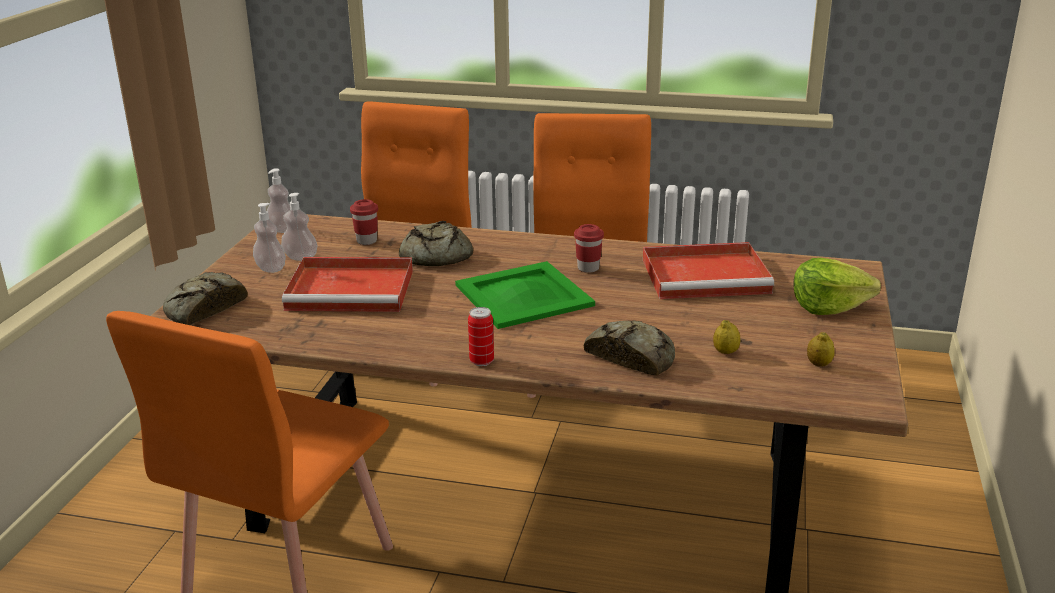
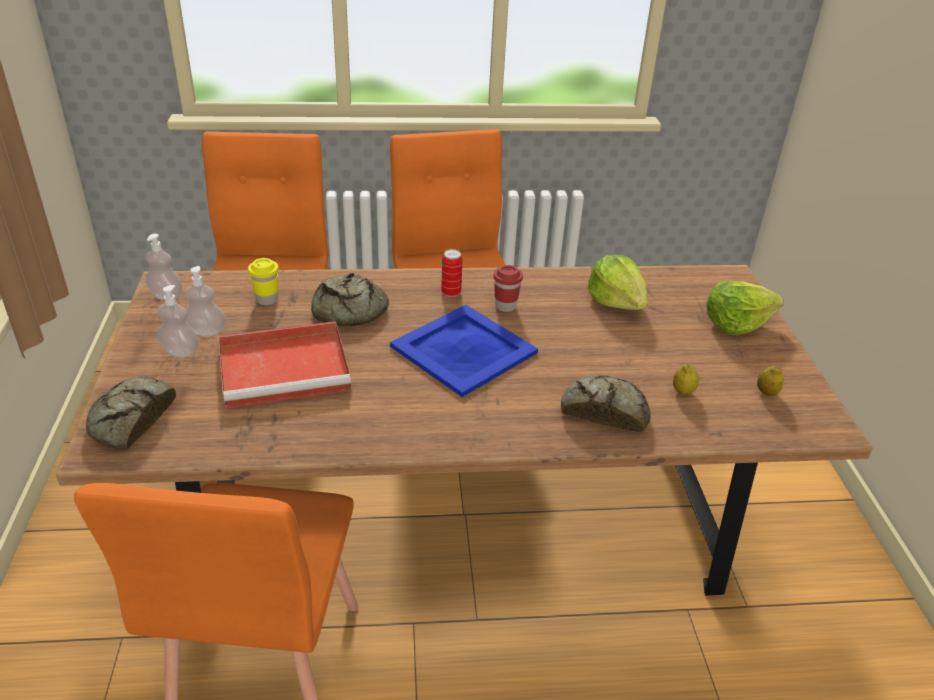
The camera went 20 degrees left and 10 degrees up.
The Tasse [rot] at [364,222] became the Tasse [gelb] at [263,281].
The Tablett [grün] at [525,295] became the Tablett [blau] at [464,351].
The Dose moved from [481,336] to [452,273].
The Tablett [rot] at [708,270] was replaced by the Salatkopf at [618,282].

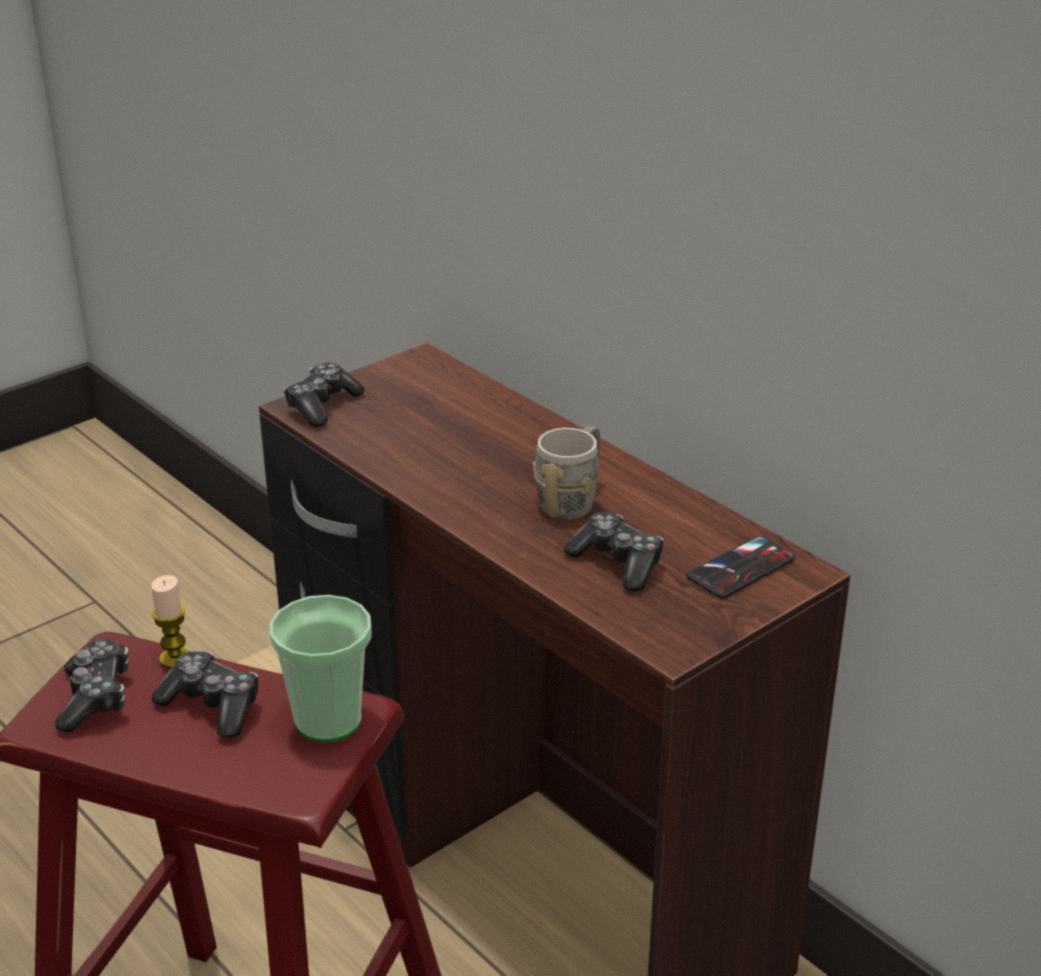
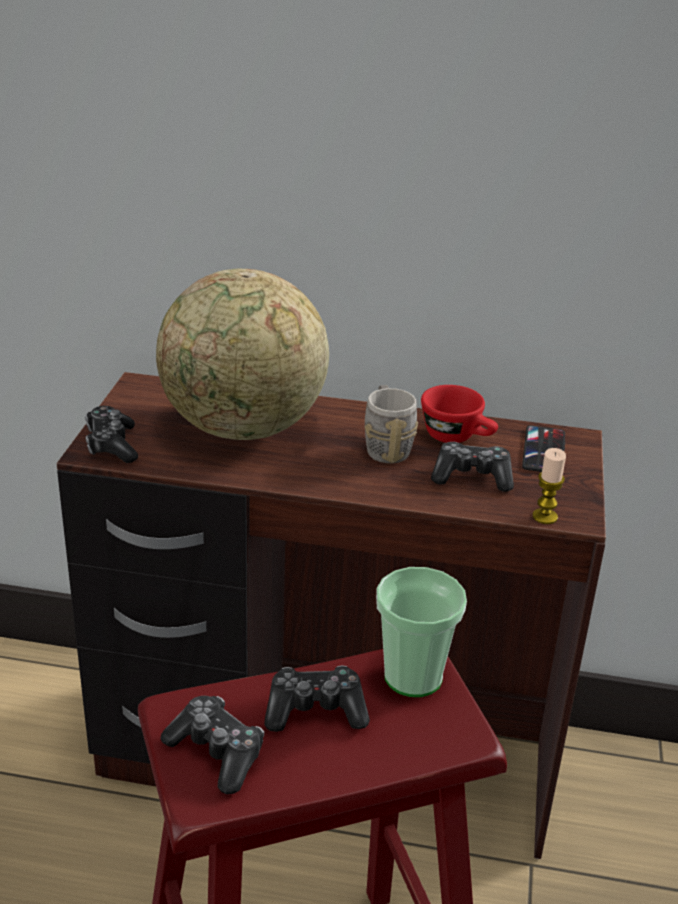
The camera went 40 degrees left and 0 degrees up.
The Kerze moved from [170,622] to [549,486].
The Globus at [242,354] appeared.
The Tasse [rot] at [459,414] appeared.

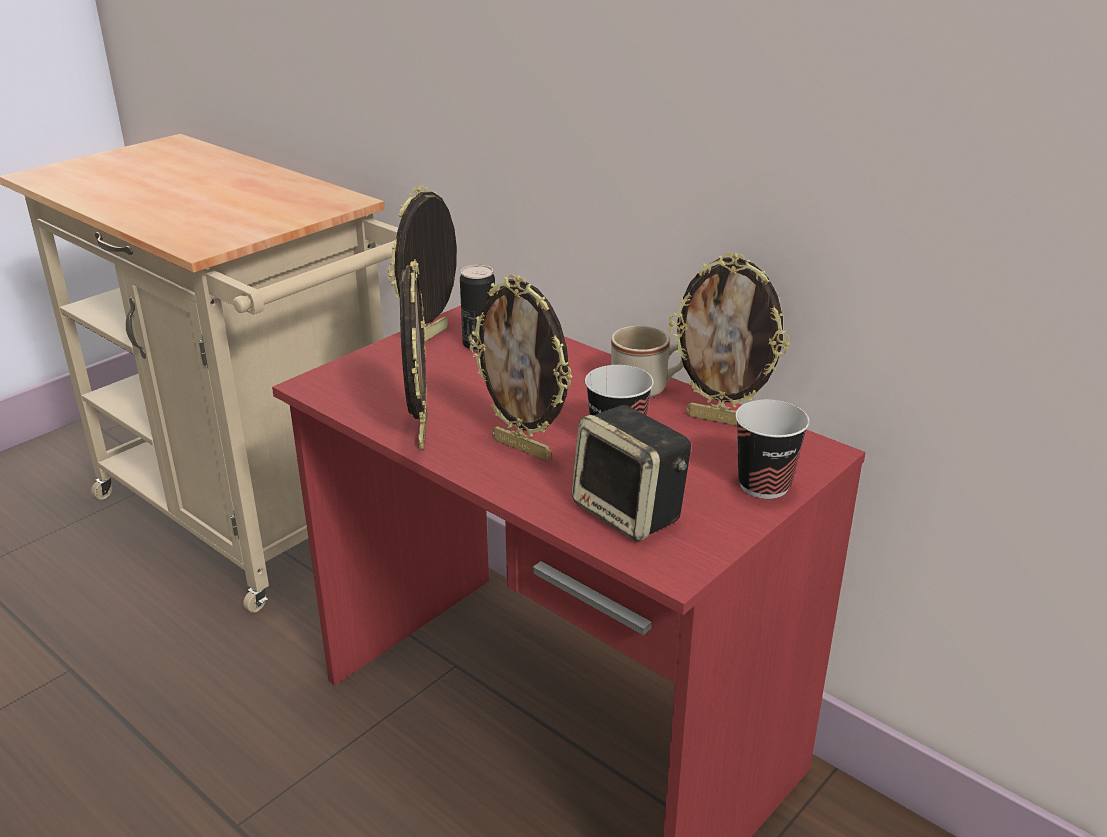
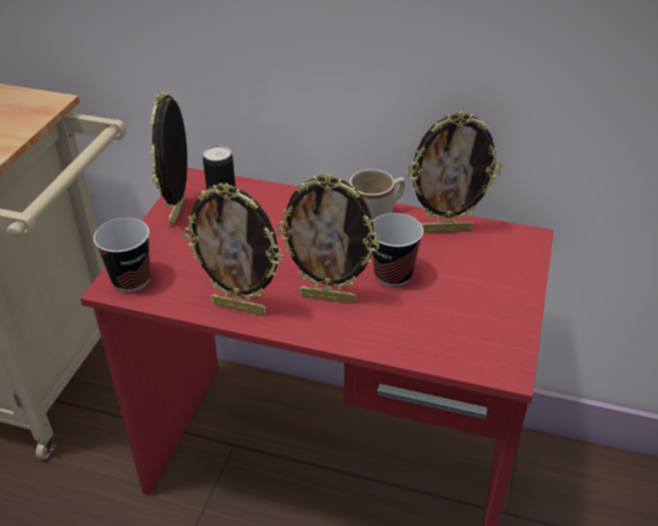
The camera went 25 degrees left and 10 degrees up.
The Bilderrahmen at [413,354] turned 135 degrees clockwise.
The Lautsprecher at [631,473] disappeared.
The Tasse moved from [772,449] to [122,255].

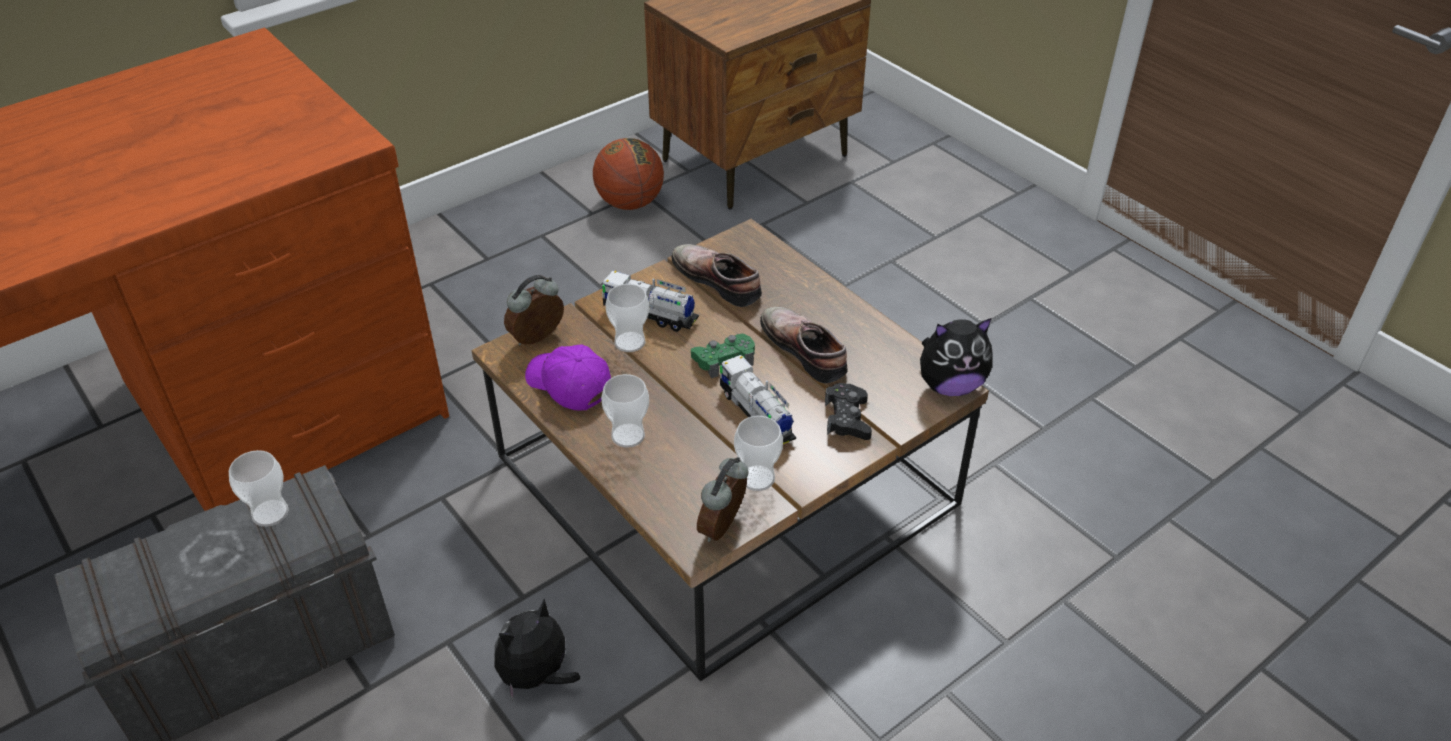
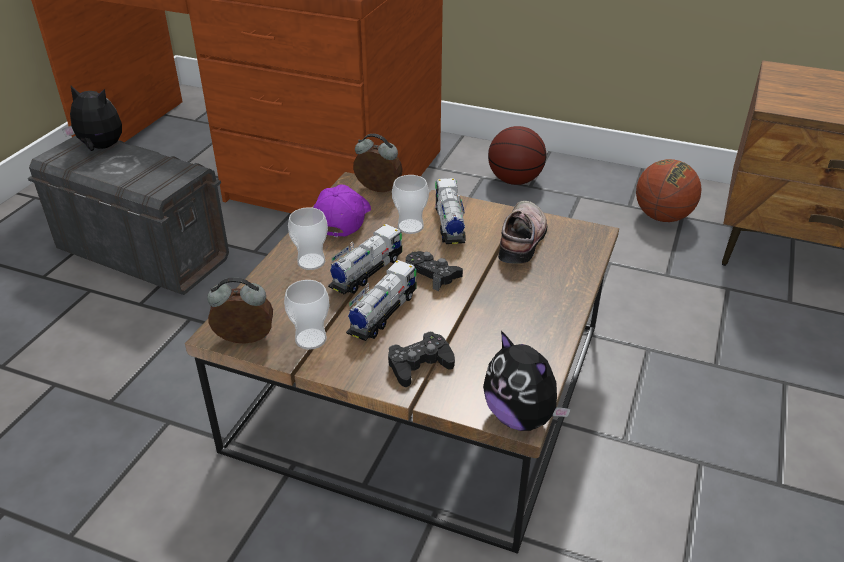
The camera went 60 degrees right and 5 degrees down.
The Tasse at [259,488] disappeared.
The Plüschtier moved from [537,650] to [92,118].
The Gamepad [grün] at [723,356] became the Gamepad [schwarz] at [434,271].
The Schuh at [804,345] disappeared.
The Spielzeuglaster at [365,259] appeared.
The Basketball at [517,155] appeared.

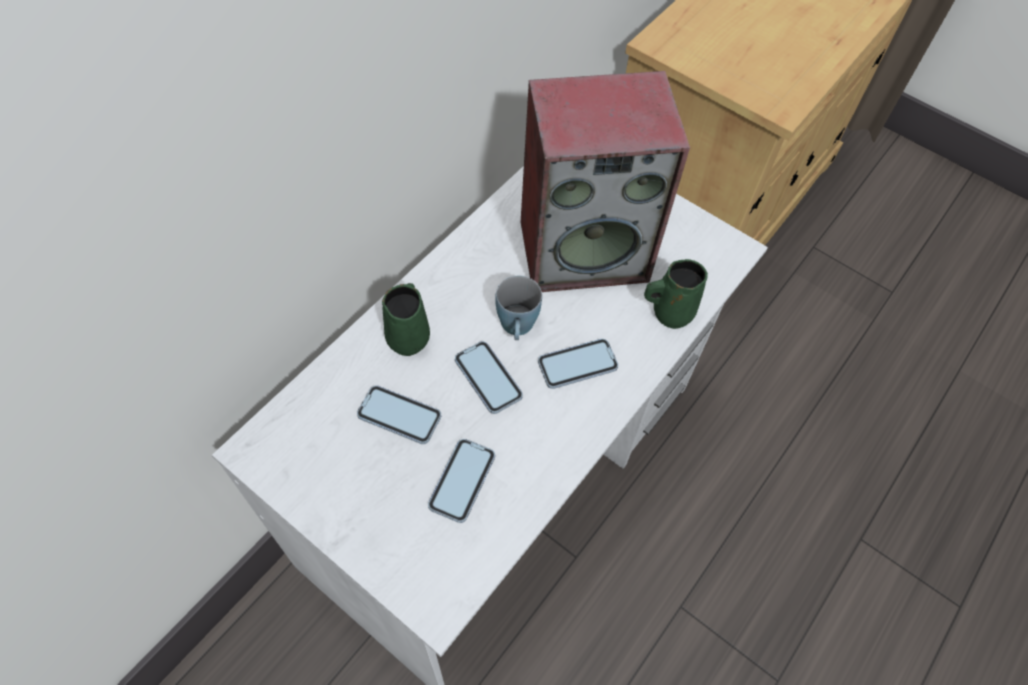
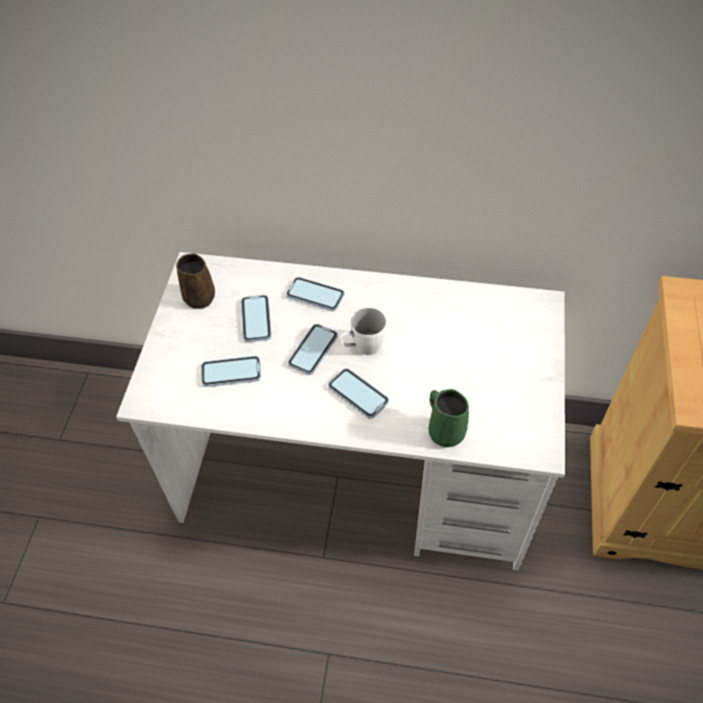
The camera went 65 degrees right and 5 degrees down.
The Henkelbecher [grün] at [406,319] was replaced by the Handy at [315,294].
The Henkelbecher [blau] at [518,308] became the Henkelbecher [weiß] at [363,331].
The Lautsprecher at [605,181] disappeared.
The Henkelbecher [braun] at [195,281] appeared.

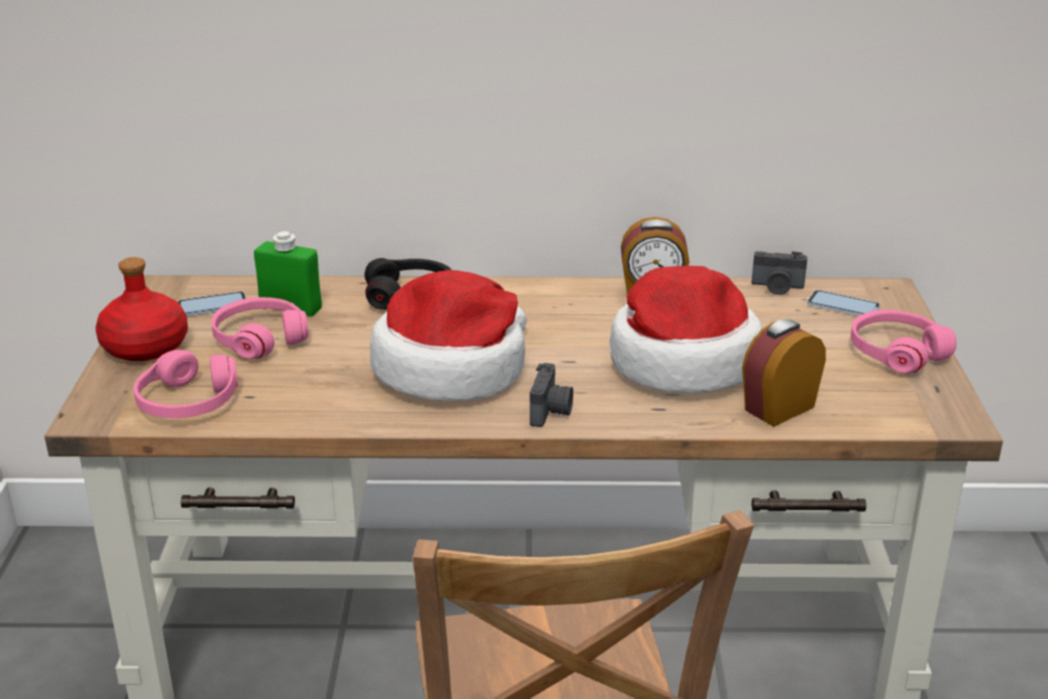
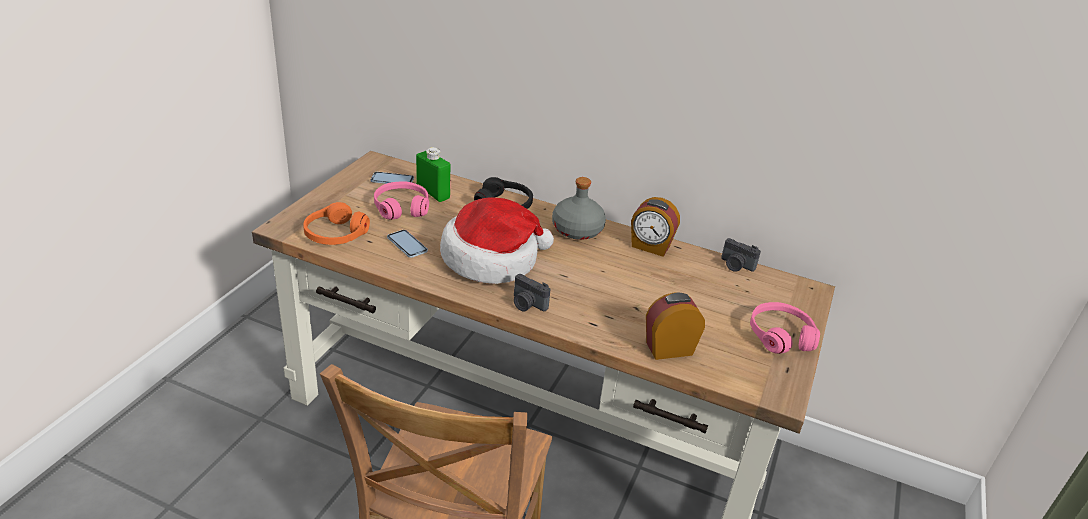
The camera went 20 degrees right and 5 degrees up.
The Flasche [rot] at [141,309] disappeared.
The Kopfhörer [rosa] at [186,384] became the Kopfhörer [orange] at [336,223].
The Kamera at [551,395] turned 90 degrees clockwise.
The Hut at [686,329] disappeared.
The Handy moved from [843,303] to [407,244].
The Flasche [grau] at [579,208] appeared.

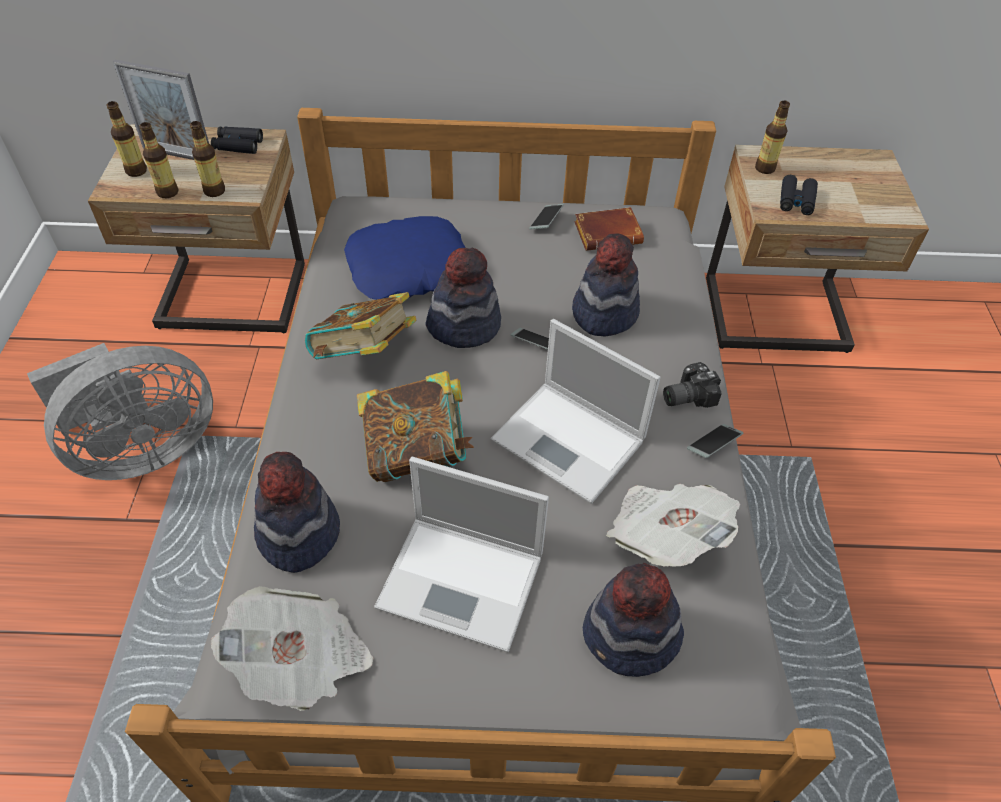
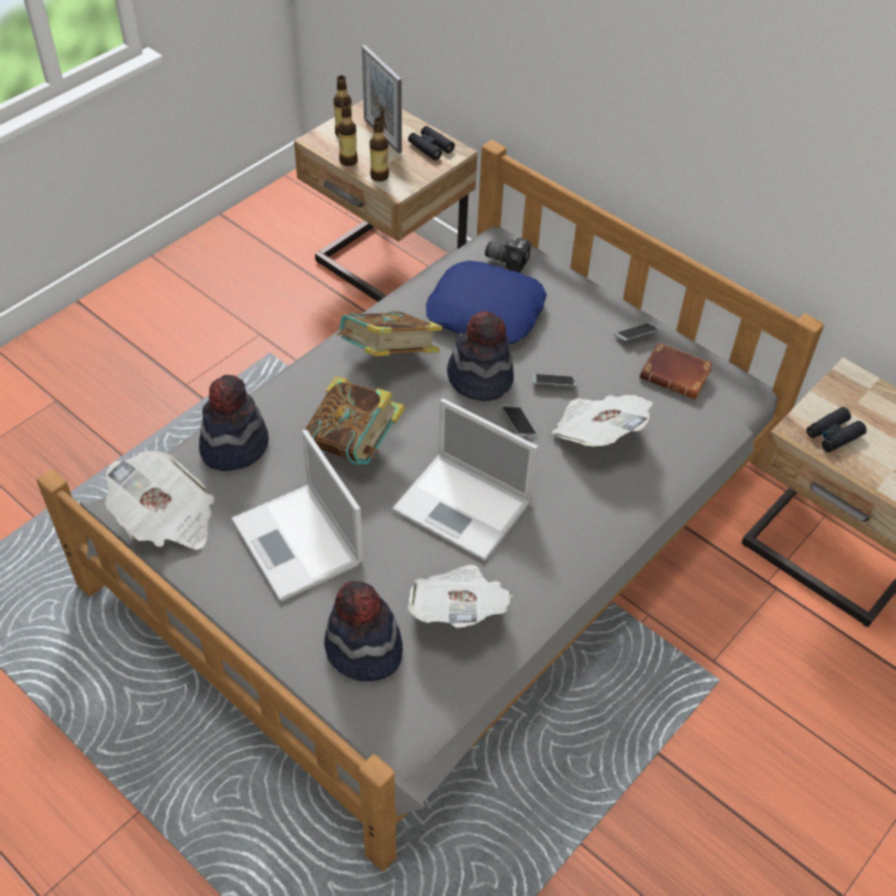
The camera went 40 degrees right and 0 degrees up.
The Ventilator [grau] at [120,411] disappeared.
The Laptop at [575,411] turned 45 degrees counterclockwise.
The Hut at [606,284] was replaced by the Zeitung at [602,420].
The Kamera moved from [692,385] to [508,255].
The Handy moved from [715,441] to [554,380].
The Flasche at [772,137] disappeared.

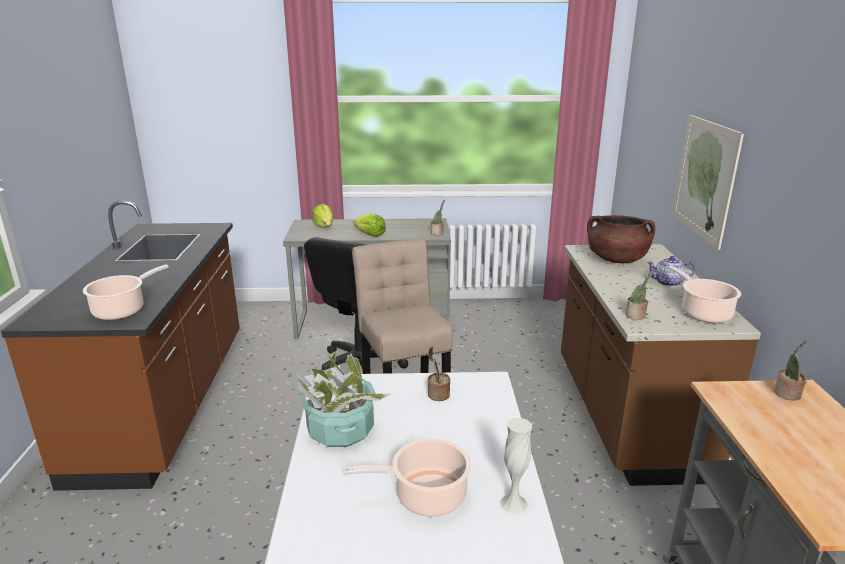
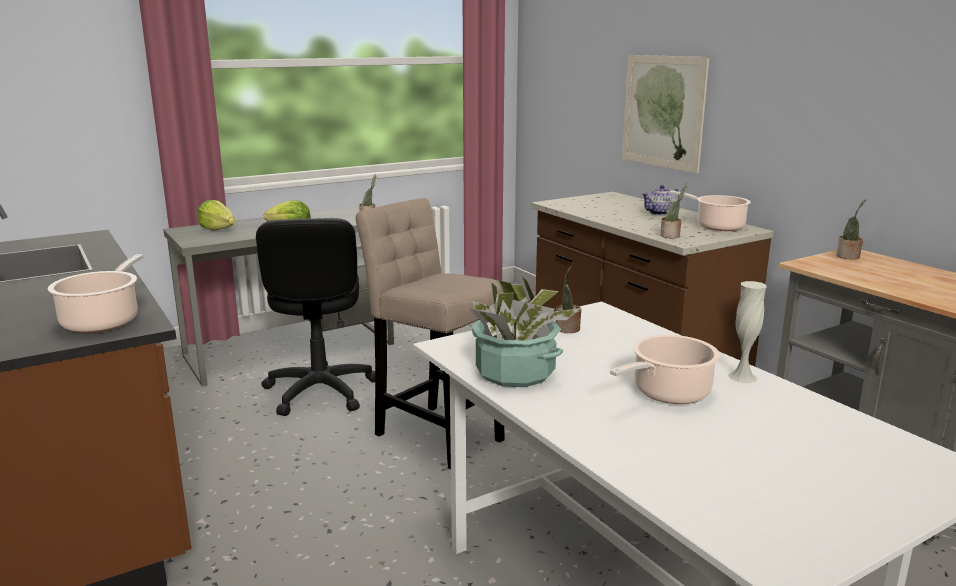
The camera went 30 degrees left and 5 degrees down.
The Kochtopf [braun] at [621,239] disappeared.

